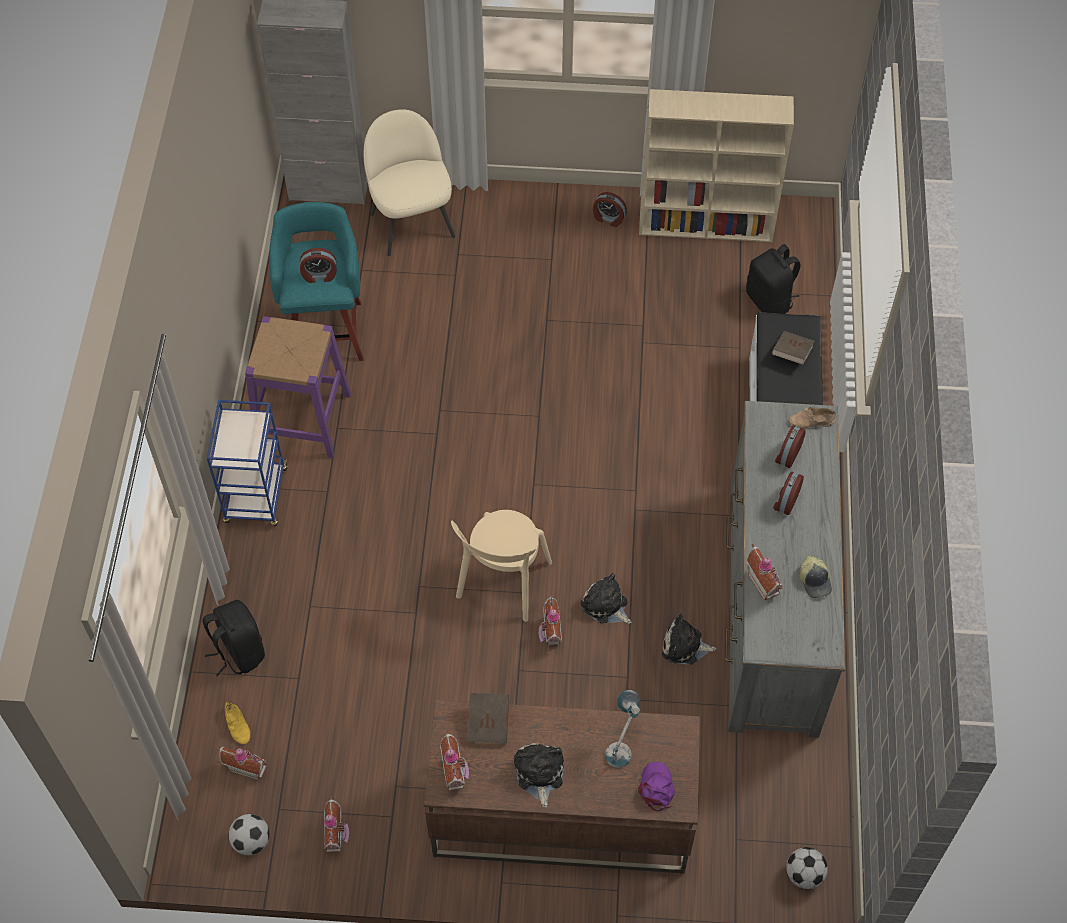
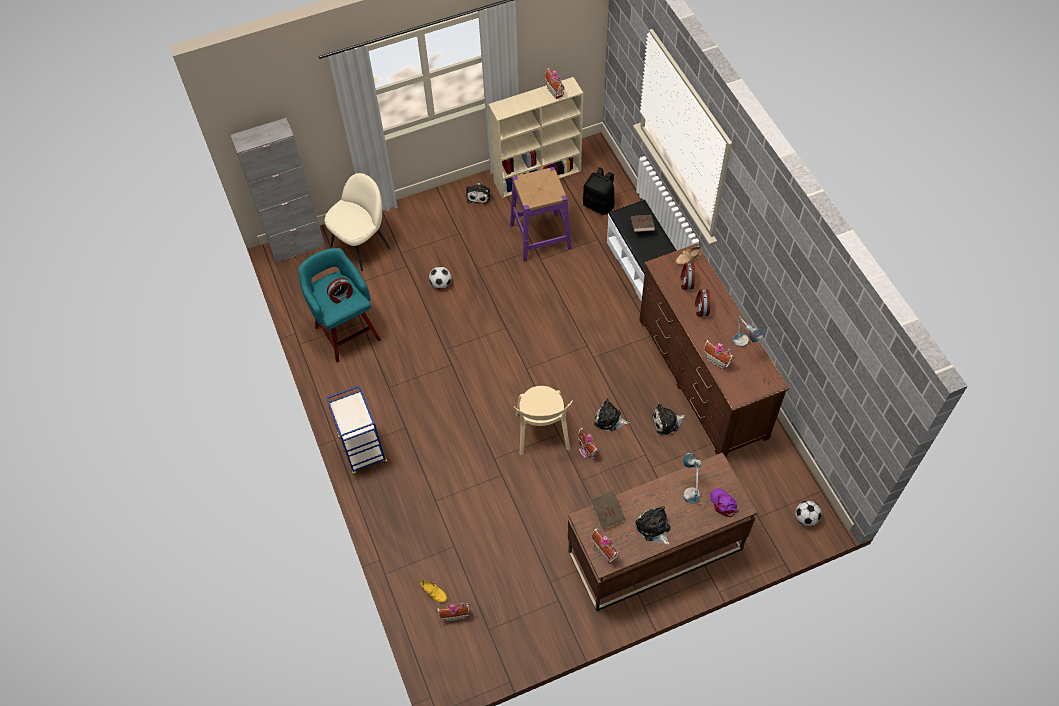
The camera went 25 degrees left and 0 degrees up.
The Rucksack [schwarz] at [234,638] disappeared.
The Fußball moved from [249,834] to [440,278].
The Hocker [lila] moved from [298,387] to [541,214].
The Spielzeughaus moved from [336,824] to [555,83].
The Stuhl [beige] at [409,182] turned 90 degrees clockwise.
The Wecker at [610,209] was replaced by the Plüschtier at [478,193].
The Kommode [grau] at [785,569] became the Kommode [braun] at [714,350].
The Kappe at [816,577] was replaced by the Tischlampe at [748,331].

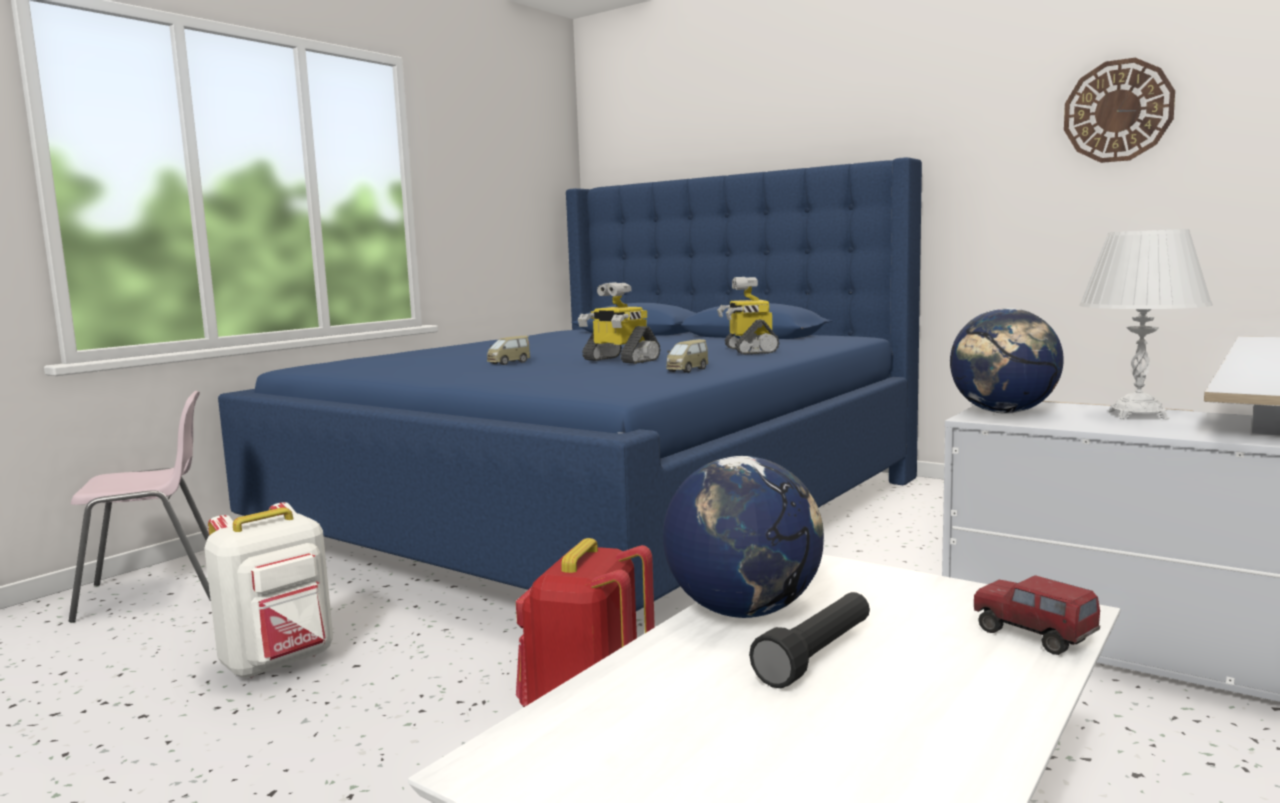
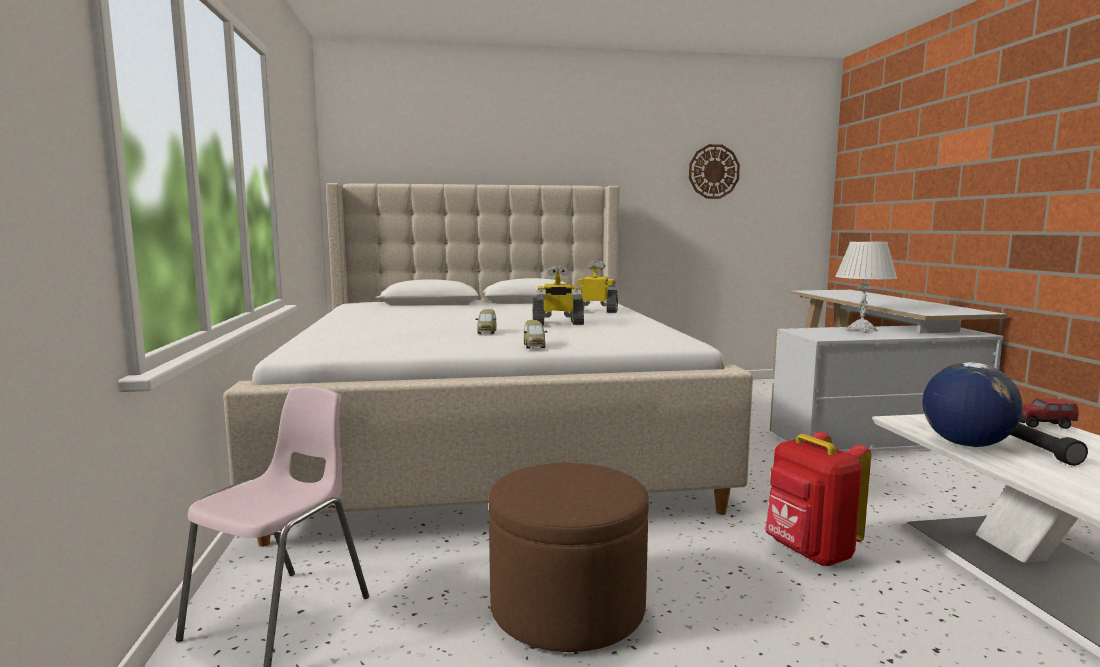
The camera went 45 degrees left and 0 degrees up.
The Rucksack [weiß] at [268,590] was replaced by the Polsterhocker [braun] at [569,557].
The Bett [blau] at [570,384] became the Bett [beige] at [488,365].
The Spielzeugauto moved from [687,356] to [535,334].
The Spielzeugroboter at [748,316] turned 150 degrees clockwise.
The Globus at [1007,361] disappeared.

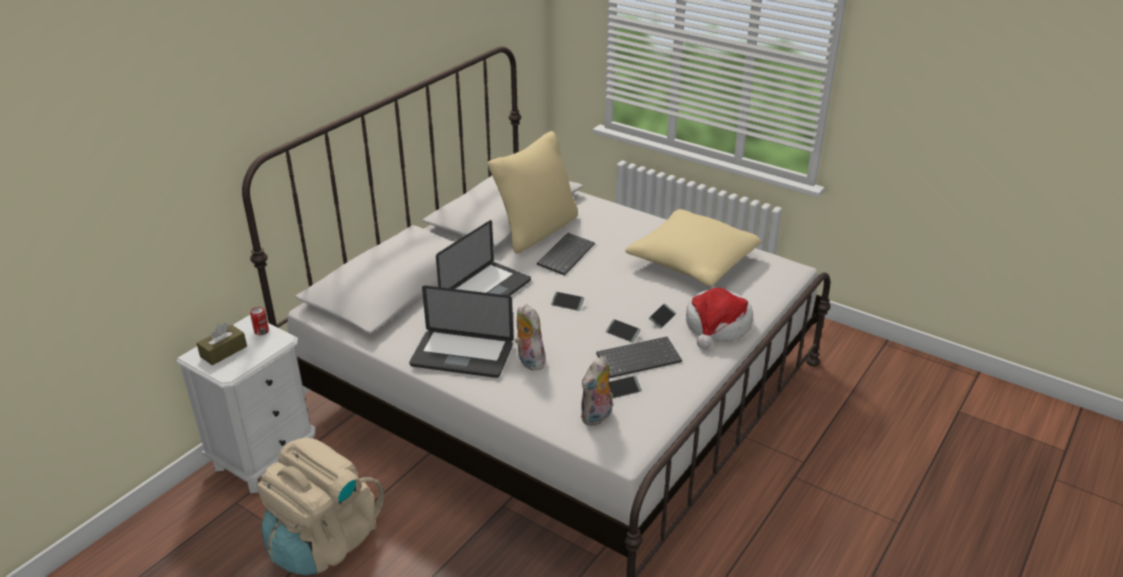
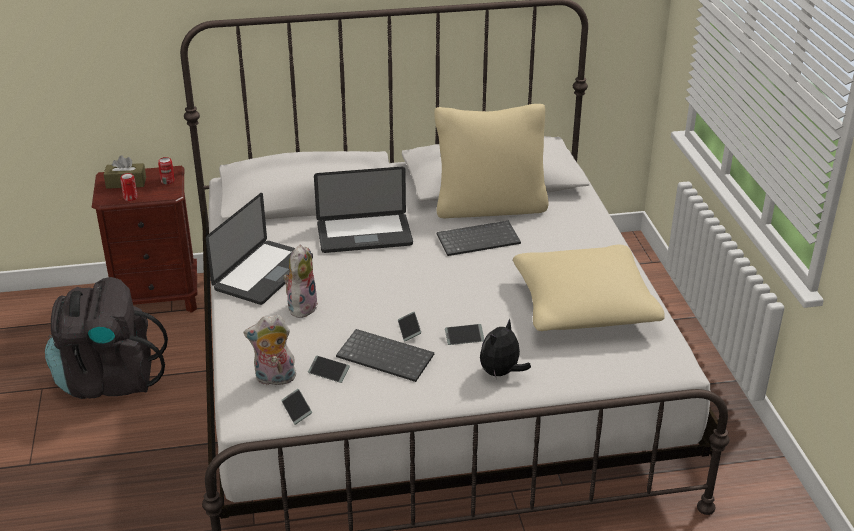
The camera went 45 degrees right and 0 degrees up.
The Nachttisch [weiß] at [246,404] became the Nachttisch [braun] at [144,239].
The Rucksack [beige] at [321,506] became the Rucksack [schwarz] at [106,338].
The Laptop at [461,332] turned 120 degrees counterclockwise.
The Handy moved from [567,301] to [296,407].
The Hut at [719,318] was replaced by the Plüschtier at [505,347].
The Dose at [129,187] appeared.

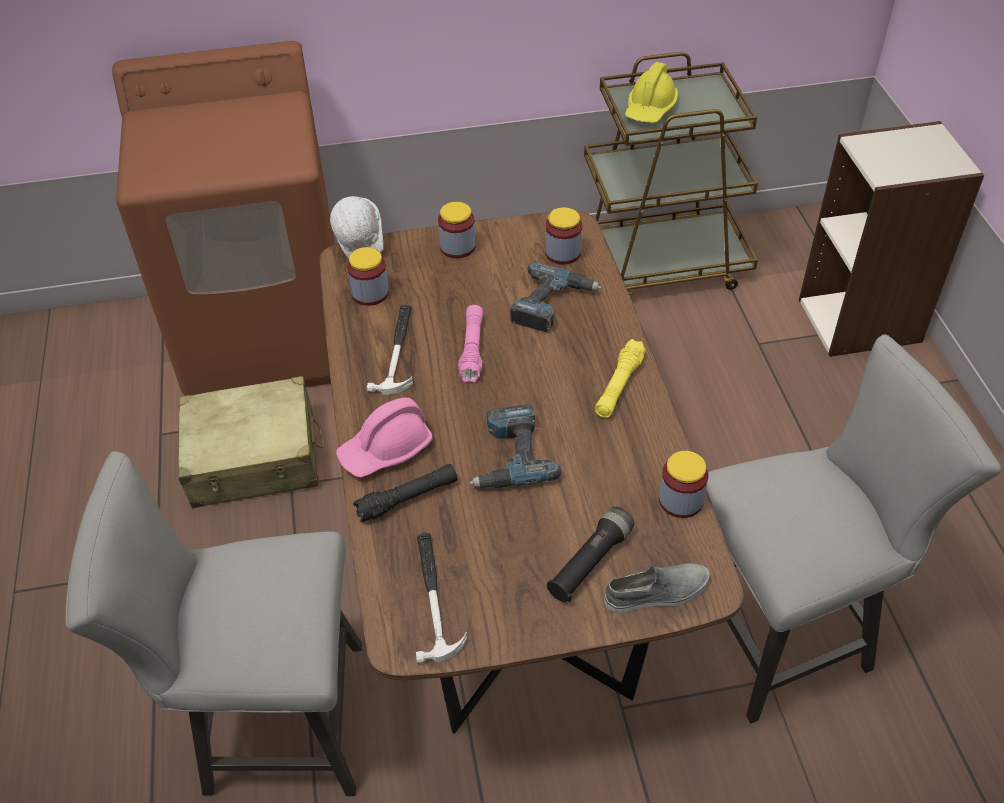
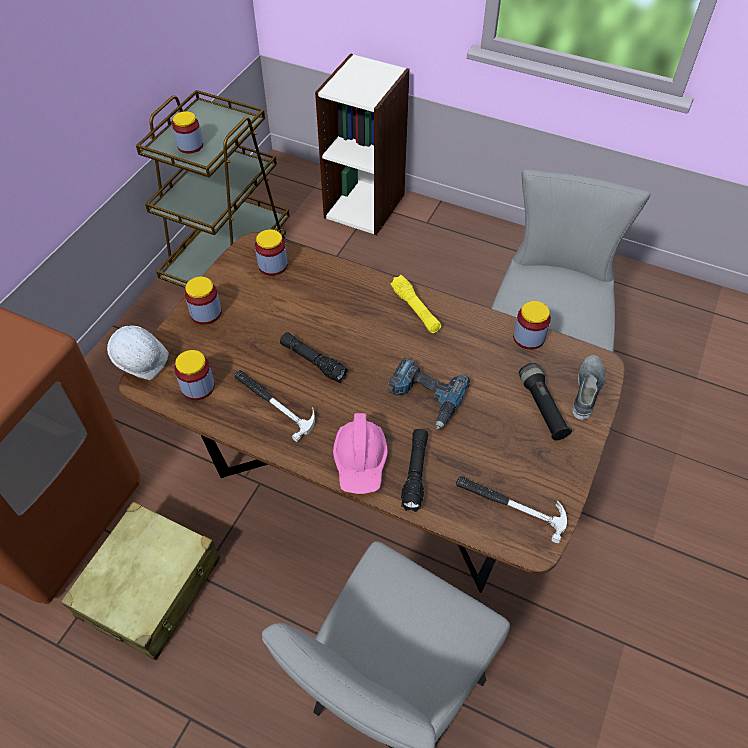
The camera went 55 degrees left and 5 degrees up.
The Taschenlampe [rosa] at [470,344] became the Taschenlampe [schwarz] at [314,357].
The Bohrmaschine at [555,297] disappeared.
The Schutzhelm [gelb] at [651,92] was replaced by the Vorratsglas at [187,132].

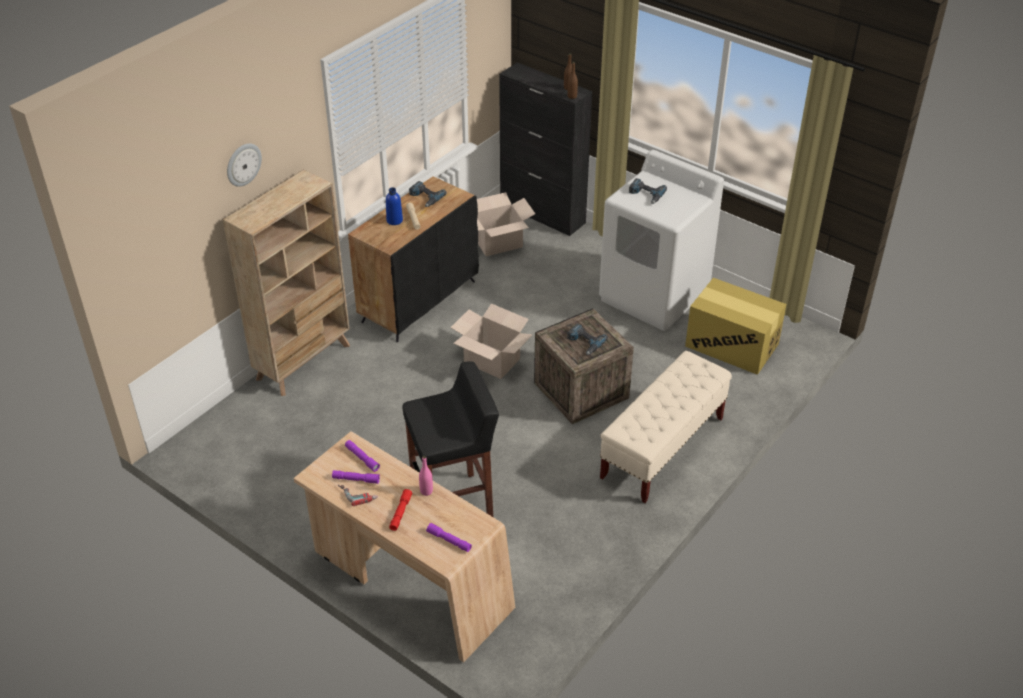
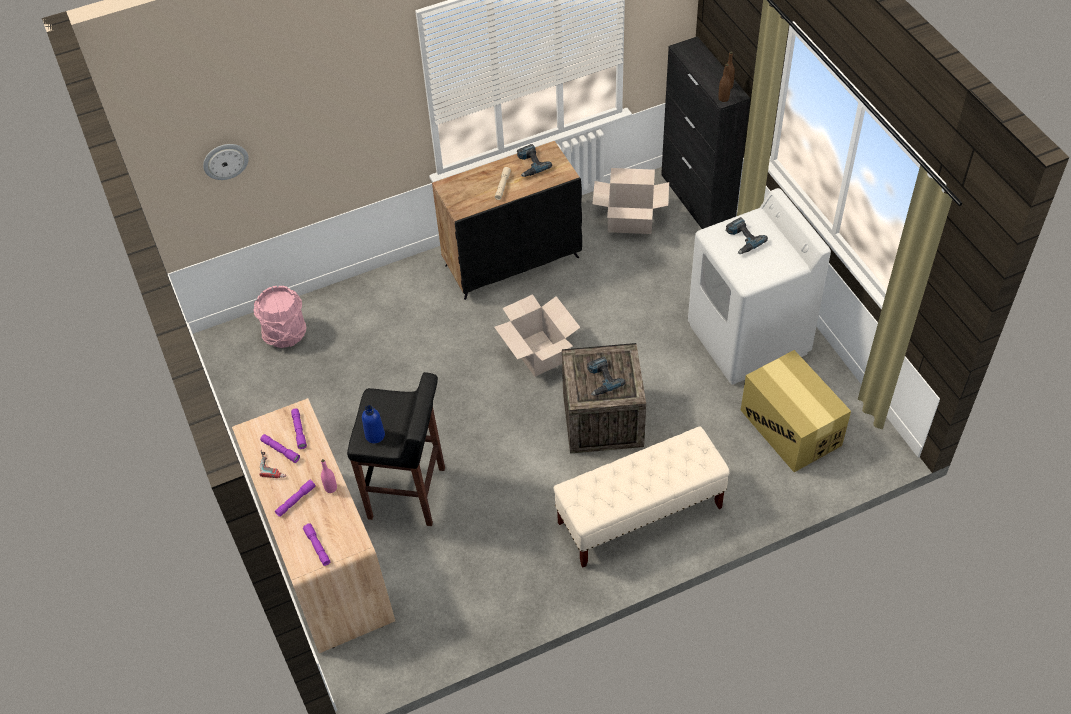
The camera went 30 degrees right and 10 degrees up.
The Bücherregal [beige] at [286,282] disappeared.
The Wanduhr moved from [244,165] to [226,162].
The Flasche [blau] moved from [394,206] to [373,424].
The Taschenlampe [rot] at [400,510] became the Taschenlampe [lila] at [295,498].
The Eimer [rosa] at [279,317] appeared.

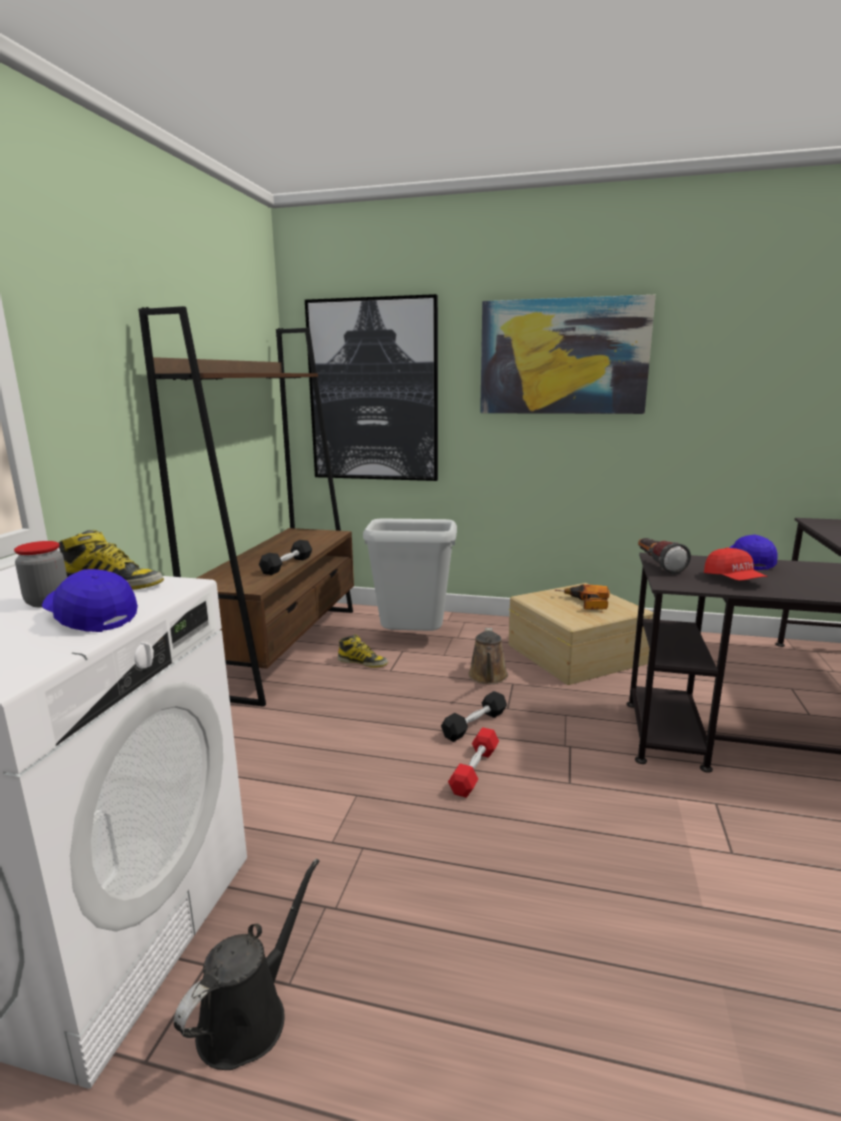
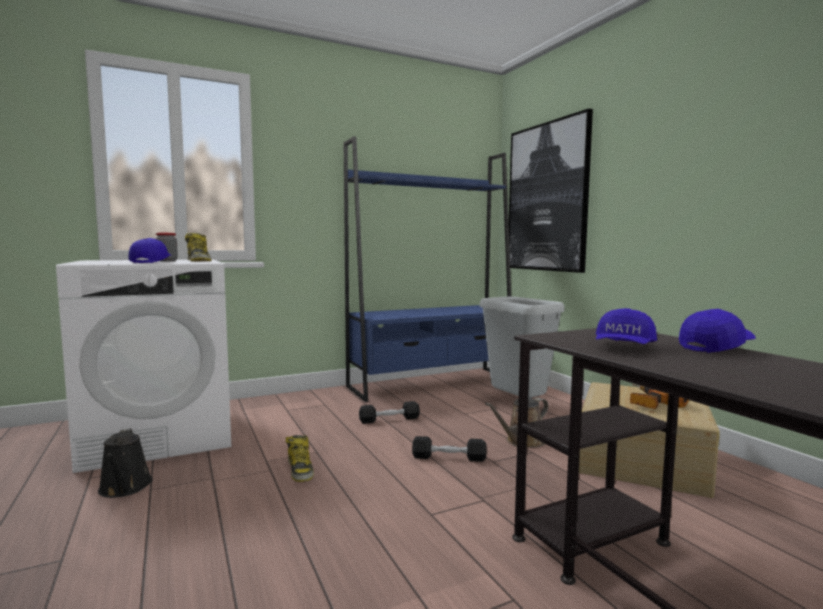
The camera went 50 degrees right and 10 degrees down.
The Bücherregal [braun] at [246,506] became the Bücherregal [blau] at [427,269].
The Gießkanne [schwarz] at [247,964] turned 75 degrees clockwise.
The Hantel [schwarz] moved from [286,557] to [389,412].
The Stiefel moved from [363,651] to [300,458].
The Hantel [rot] at [473,762] disappeared.
The Bild at [568,354] disappeared.
The Taschenlampe at [664,556] disappeared.
The Kappe [rot] at [736,564] became the Kappe [blau] at [626,326].

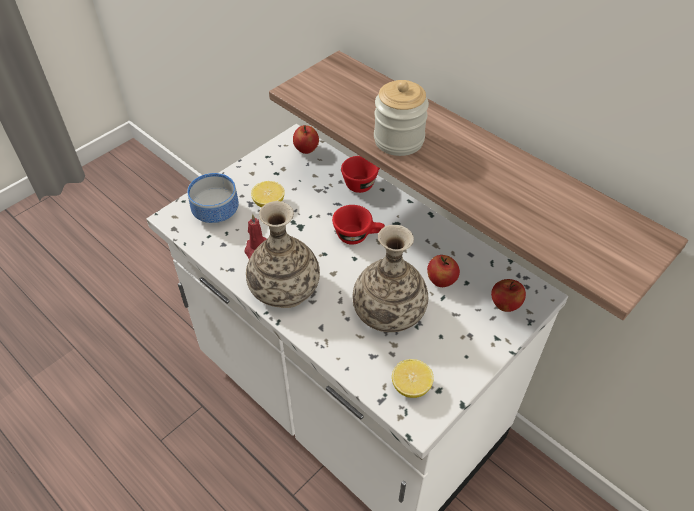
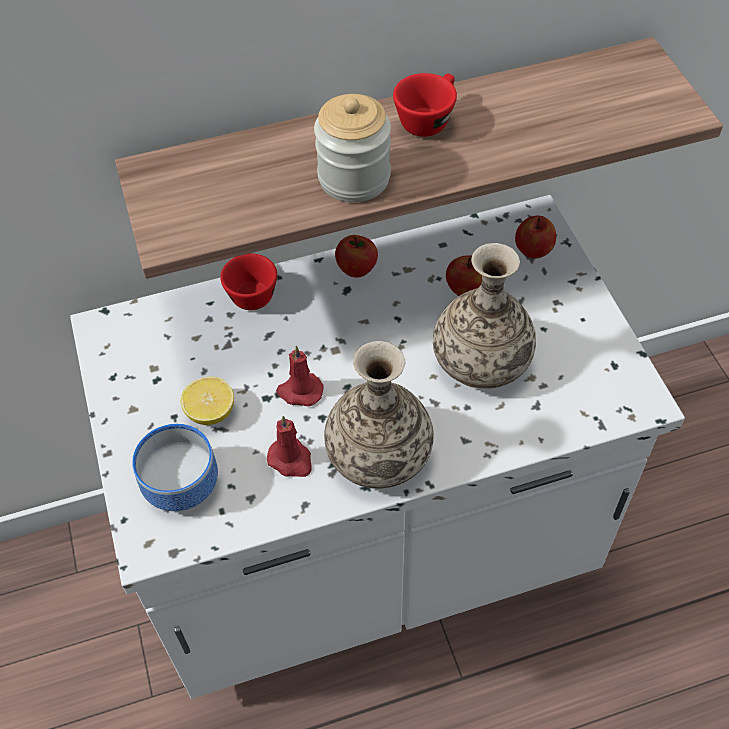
The camera went 60 degrees left and 5 degrees up.
The Apfel moved from [306,139] to [356,256].
The Tasse [rot] moved from [358,225] to [425,105].
The Zitrone at [413,378] disappeared.
The Kerze [rot] at [299,376] appeared.

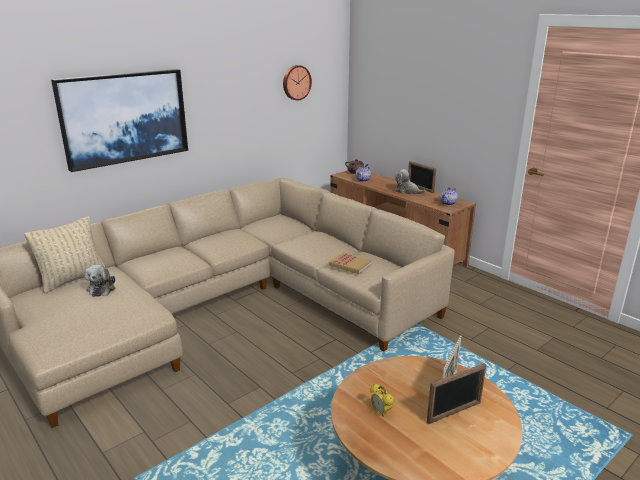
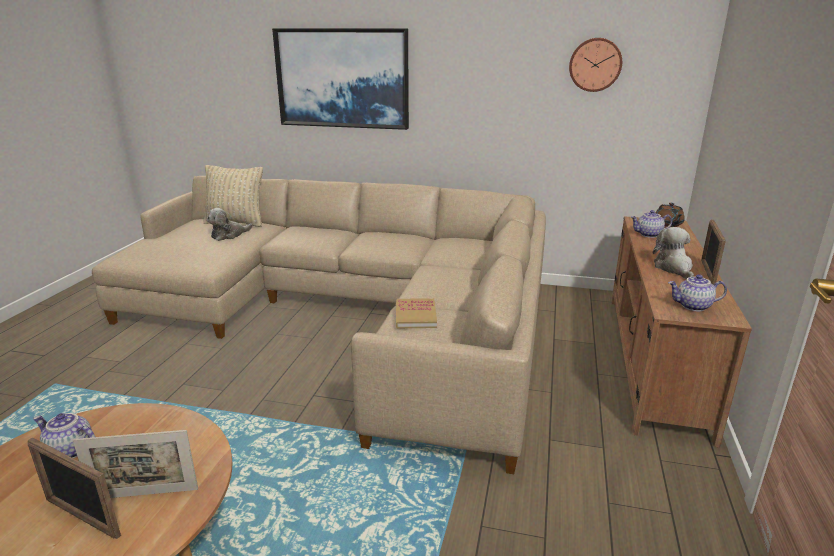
The camera went 55 degrees right and 0 degrees up.
The Wecker at [382,400] was replaced by the Teekanne at [64,435].

